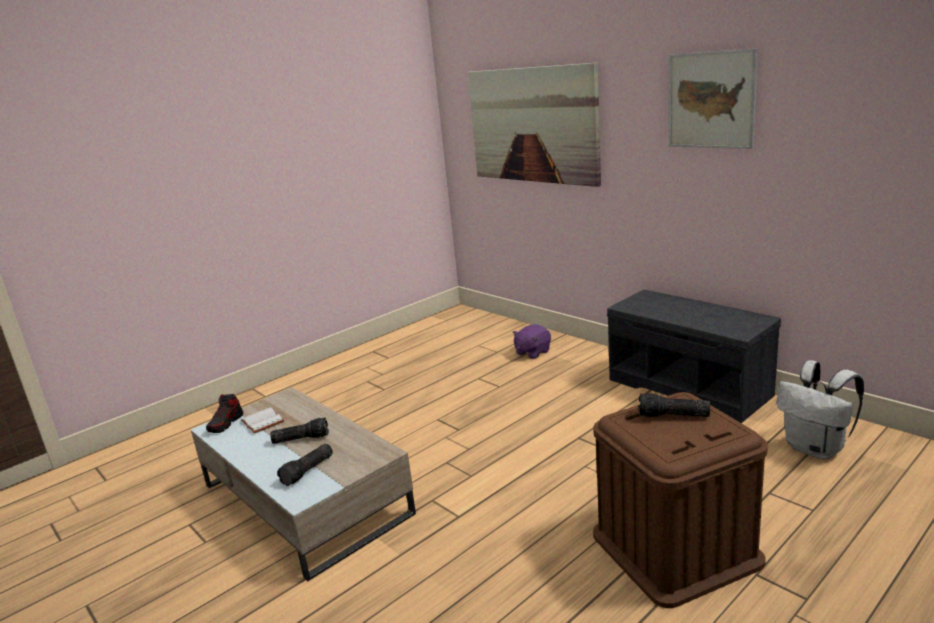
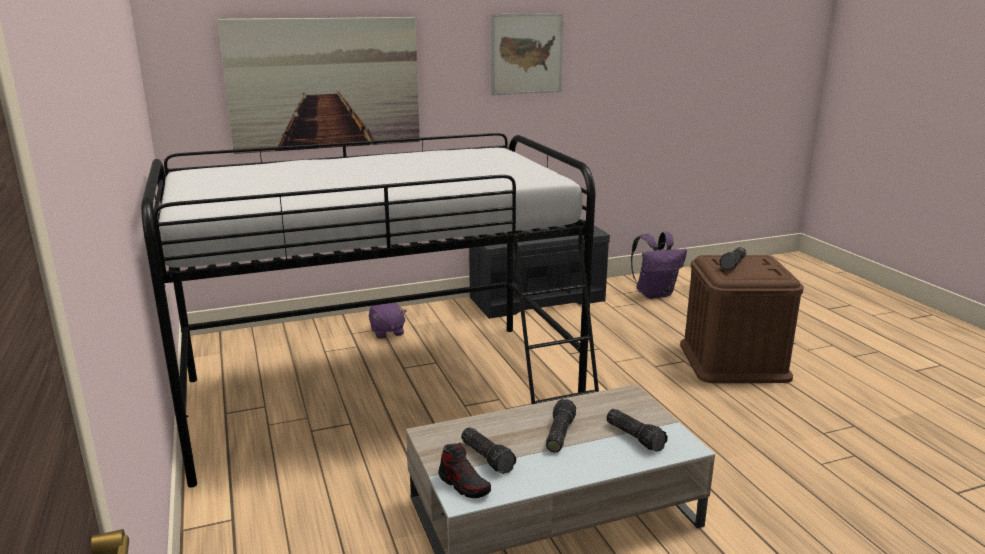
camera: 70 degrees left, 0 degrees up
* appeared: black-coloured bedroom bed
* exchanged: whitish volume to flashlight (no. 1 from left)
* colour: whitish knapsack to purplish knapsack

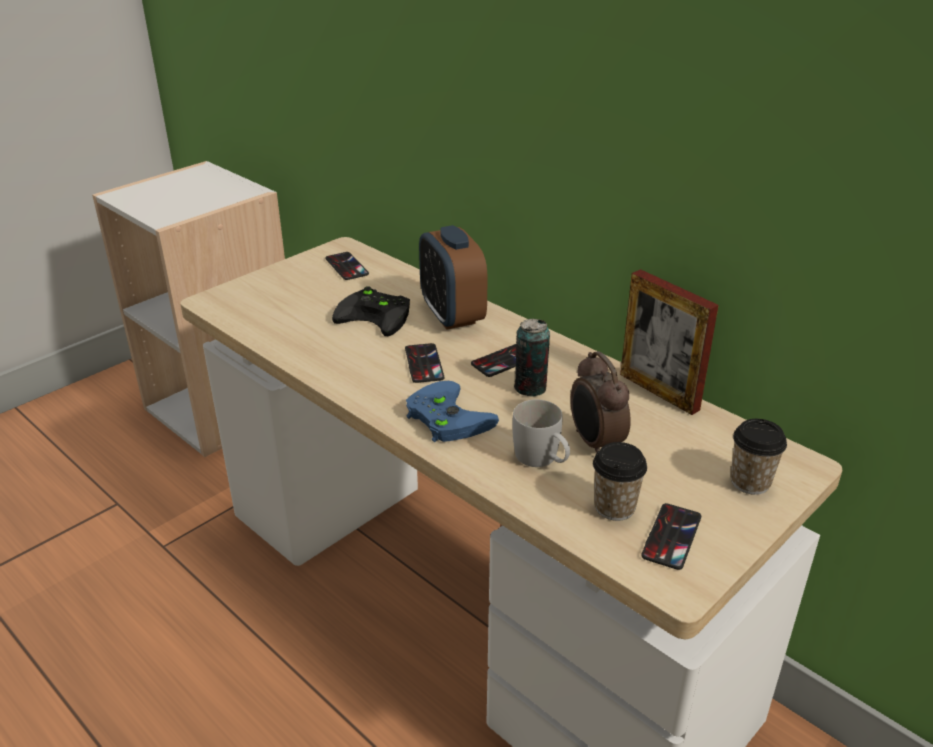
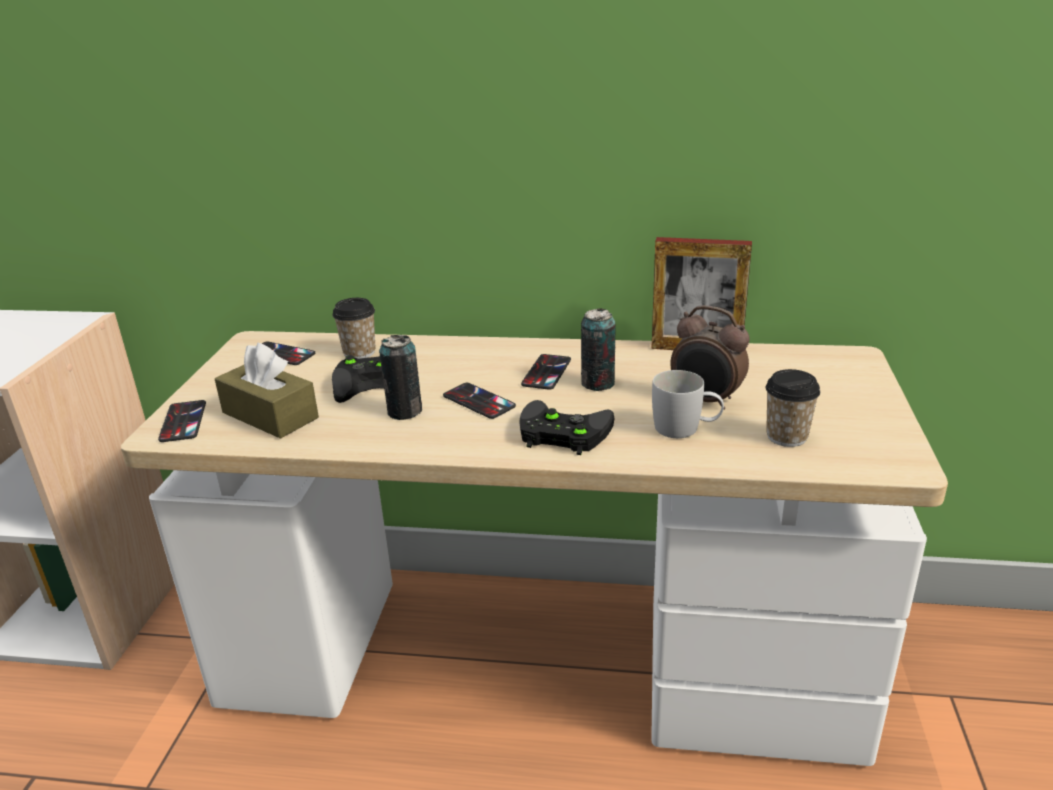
camera: 35 degrees left, 5 degrees down
* missing: table clock (no. 1 from left)
* appeared: brown tissue box
* appeared: sealed can (no. 1 from left)
* relocated: phone (no. 4 from left in the first image) to phone (no. 1 from left)
* relocated: small cup (no. 2 from left in the first image) to small cup (no. 1 from left)
* colour: blue-coloured gamepad to black-coloured gamepad (no. 2 from left)

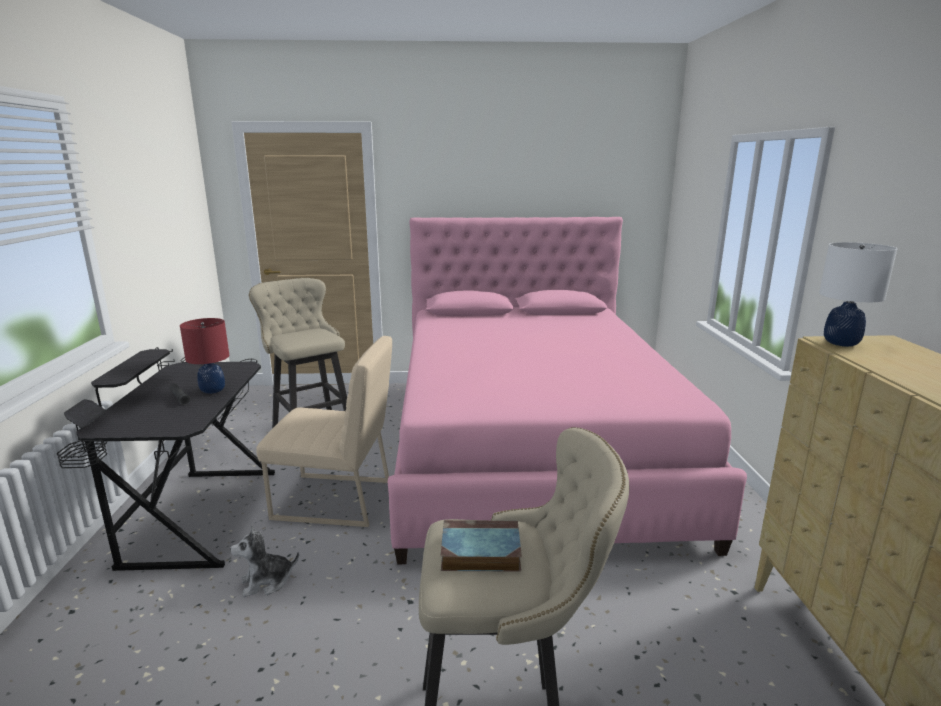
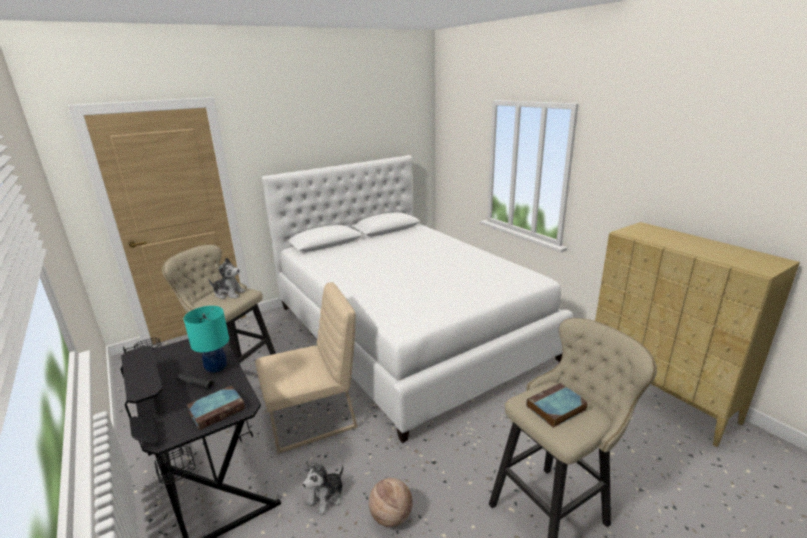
camera: 30 degrees left, 5 degrees up
* missing: whitish table lamp
* appeared: volume (no. 1 from left)
* appeared: plush toy (no. 1 from left)
* appeared: basketball ball
* colour: red table lamp to turquoise table lamp
* colour: pinkish bedroom bed to whitish bedroom bed

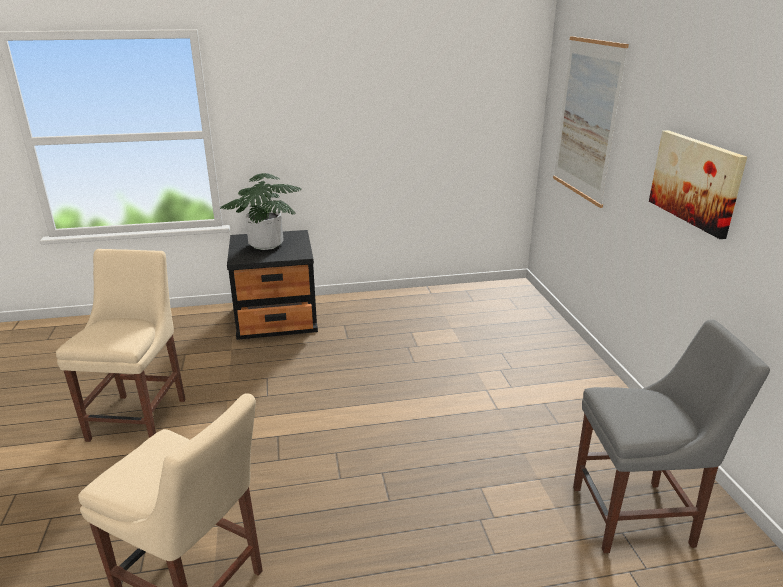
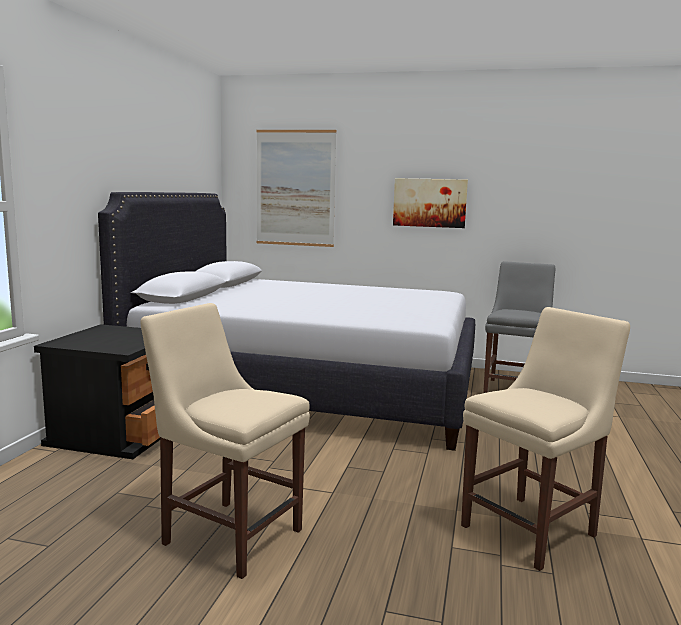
camera: 65 degrees left, 15 degrees down
* missing: houseplant
* appeared: whitish bedroom bed

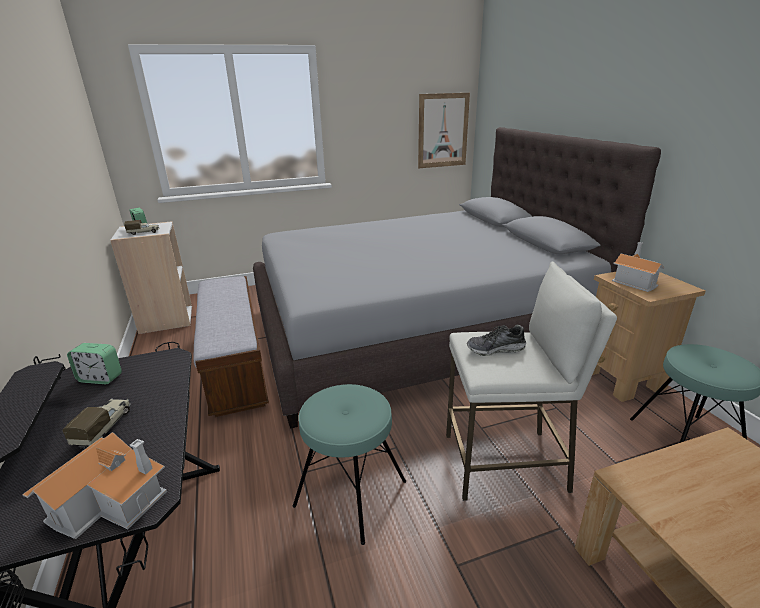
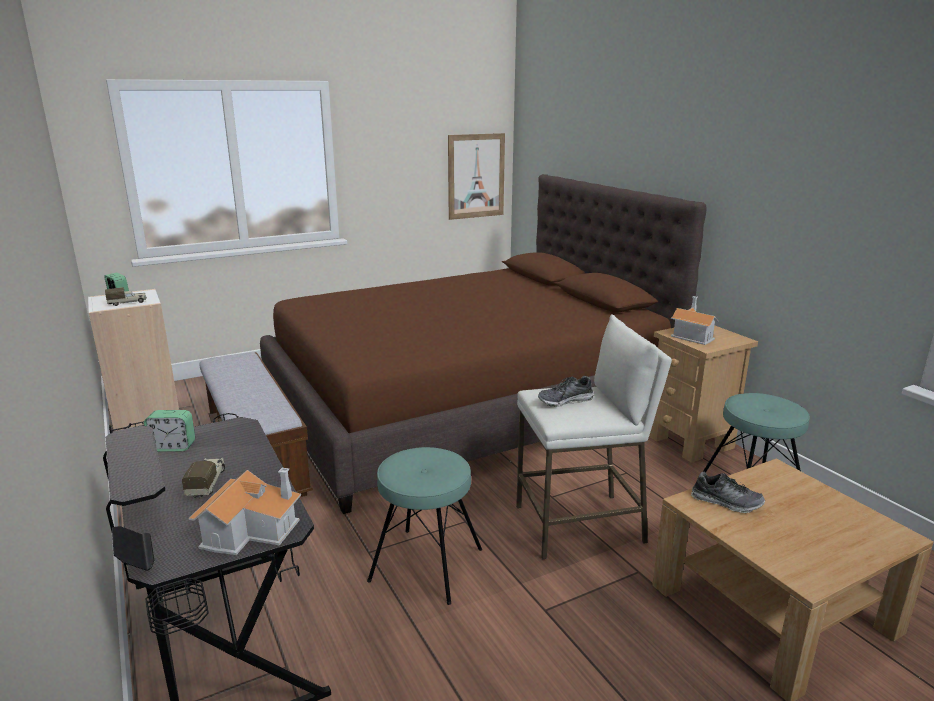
camera: 10 degrees left, 5 degrees down
* appeared: item of footwear (no. 2 from left)
* colour: greyish bedroom bed to brown bedroom bed

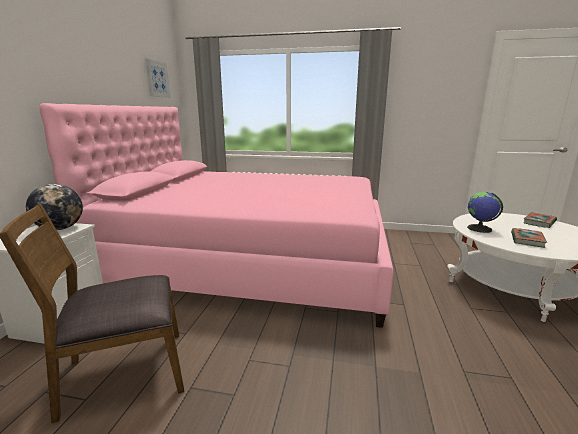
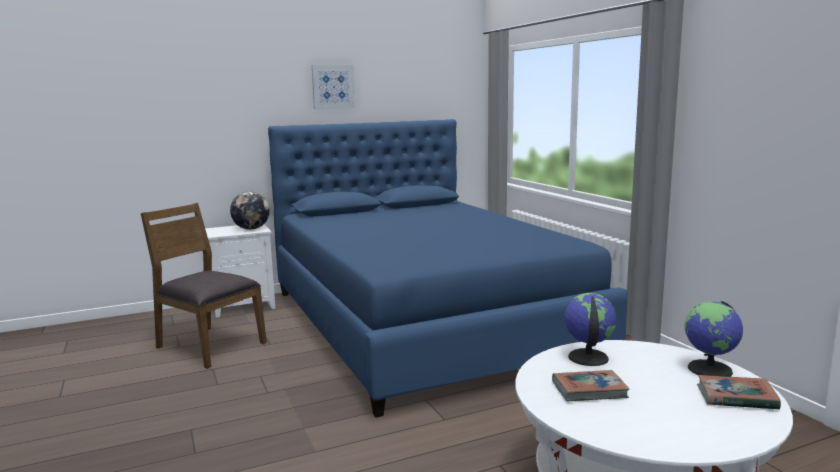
camera: 55 degrees right, 5 degrees down
* appeared: globe (no. 3 from left)
* relocated: wall picture
* colour: pinkish bedroom bed to blue-coloured bedroom bed

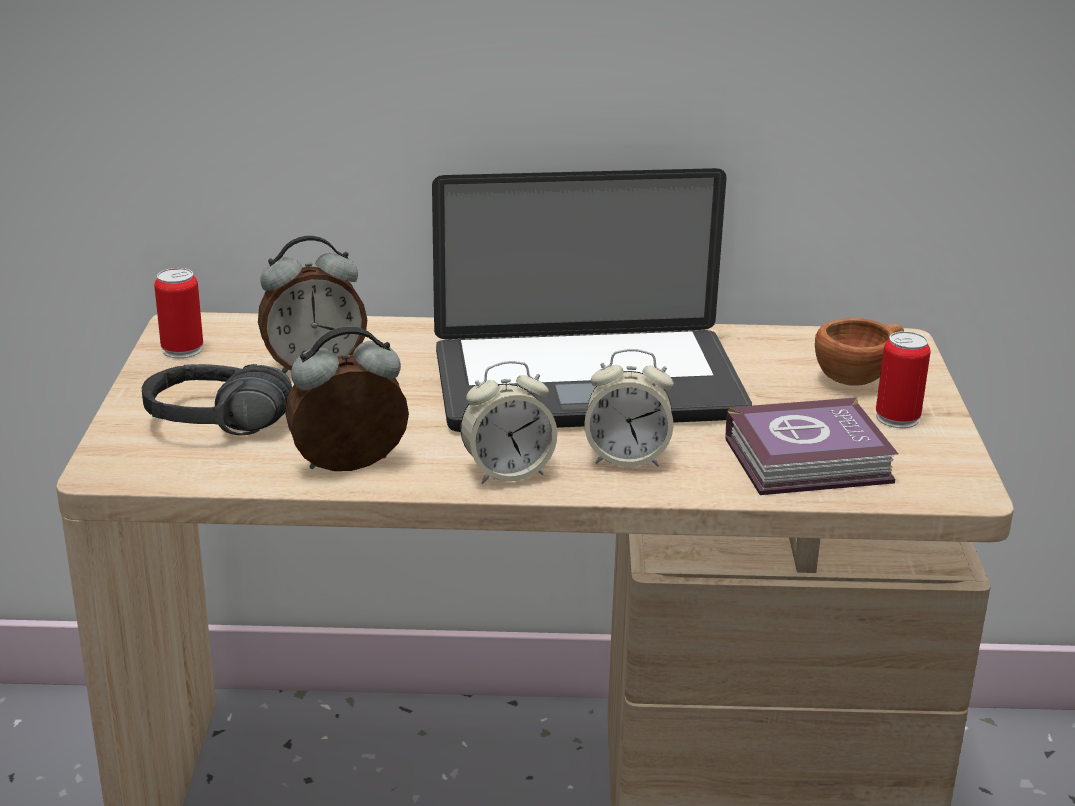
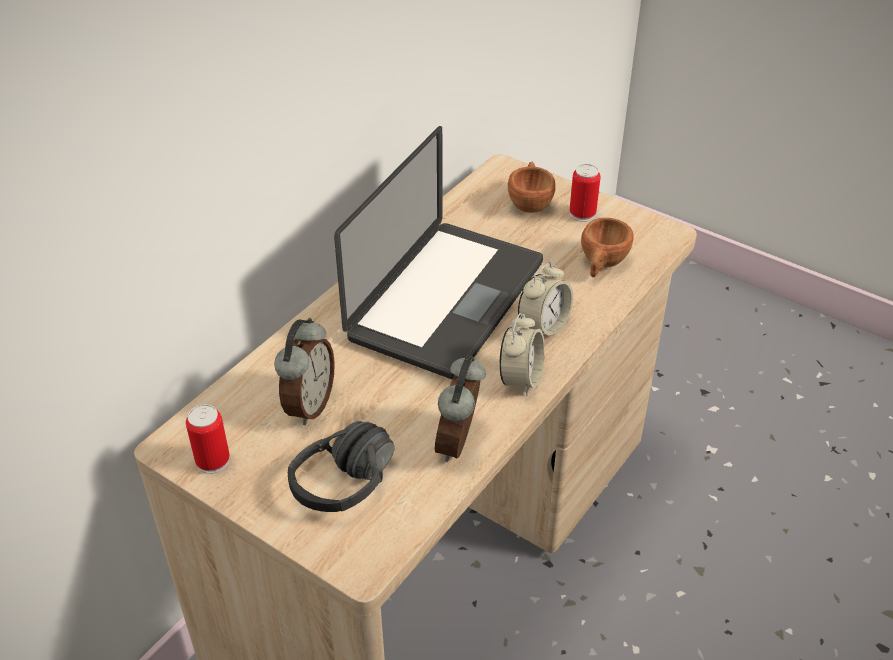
camera: 55 degrees left, 15 degrees up
* exchanged: volume to brown small cup (no. 2 from left)

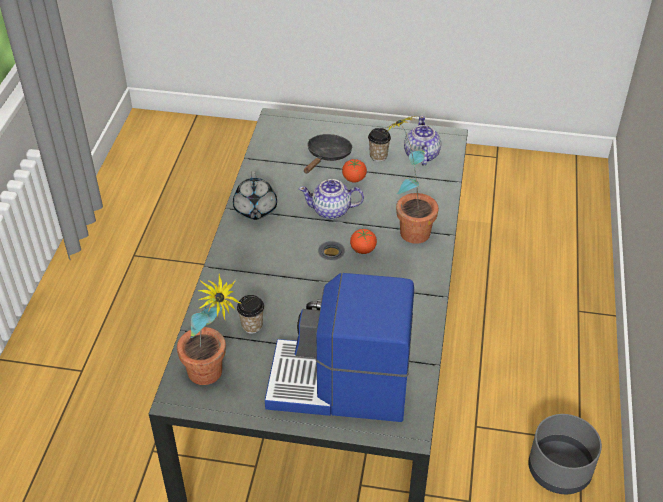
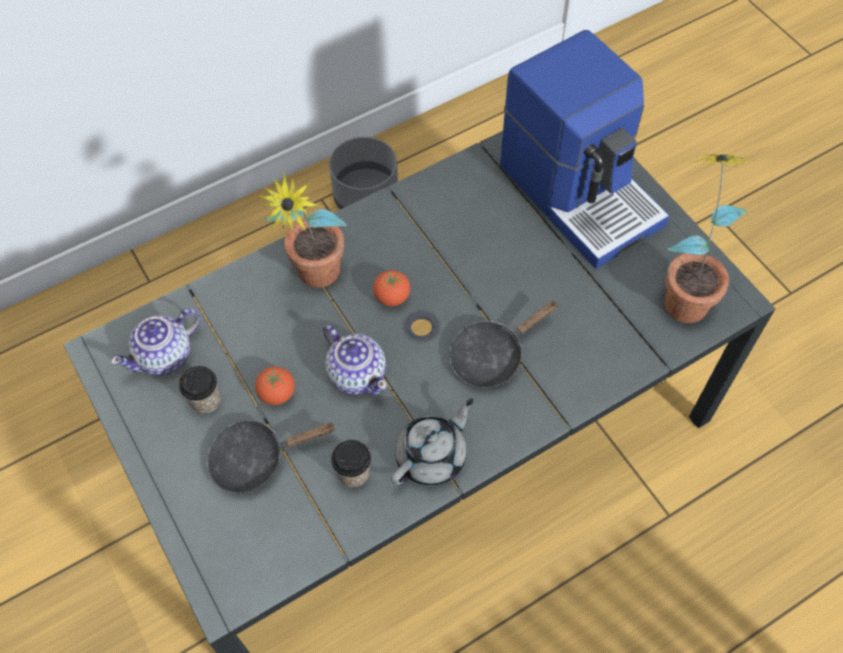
camera: 130 degrees left, 15 degrees up
* appeared: black-coloured pan (no. 2 from left)
* relocated: small cup (no. 1 from left in the first image) to small cup (no. 2 from left)

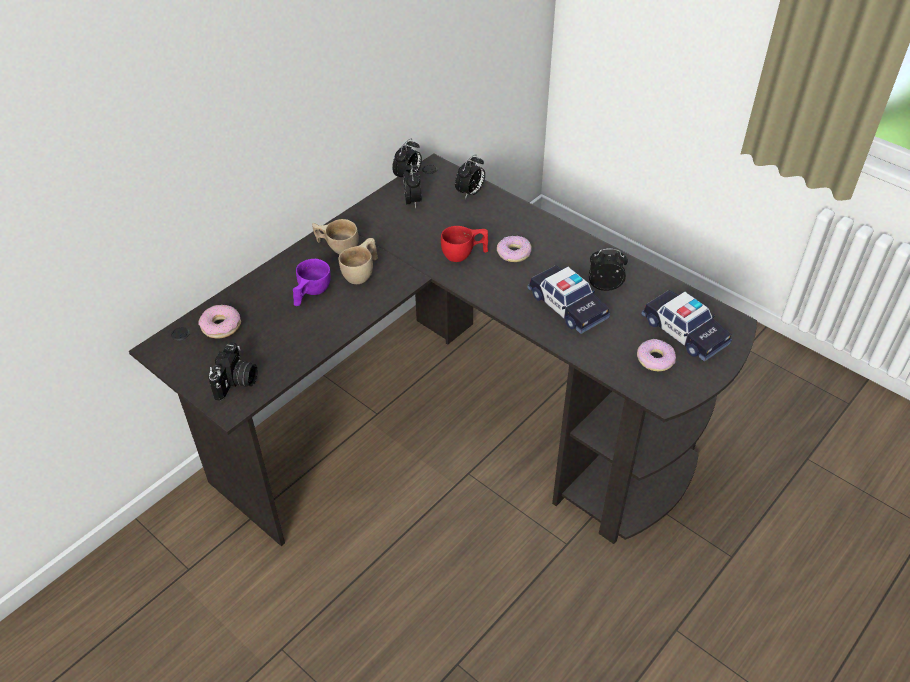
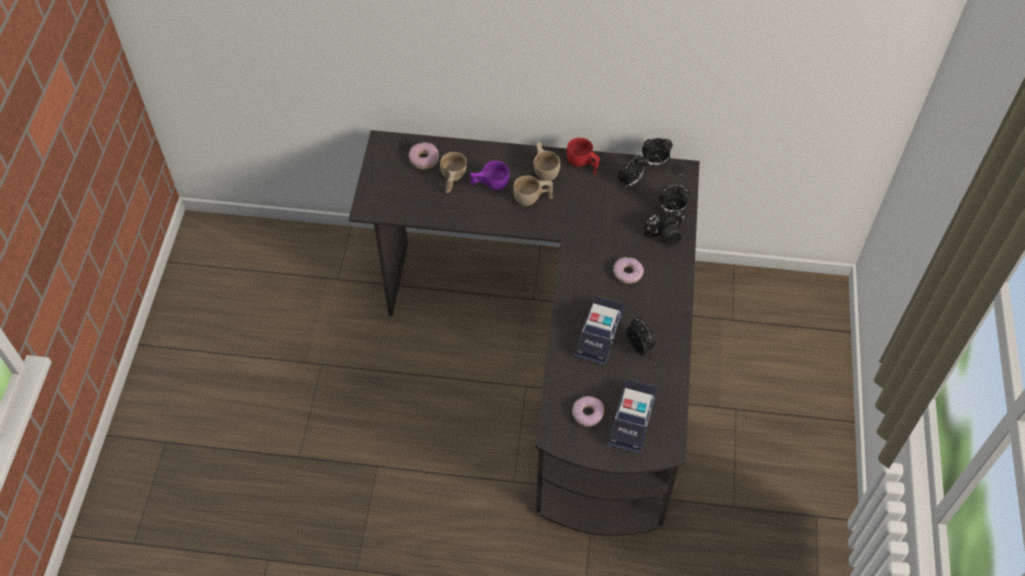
camera: 55 degrees right, 10 degrees up
* appeared: beige small cup (no. 1 from left)
* relocated: photo camera
* relocated: red small cup

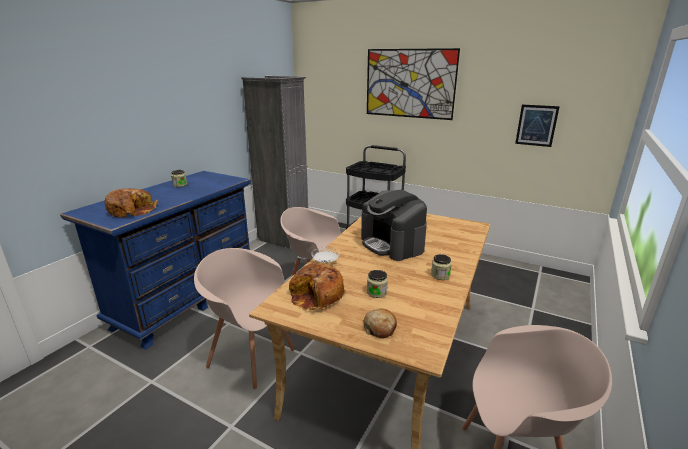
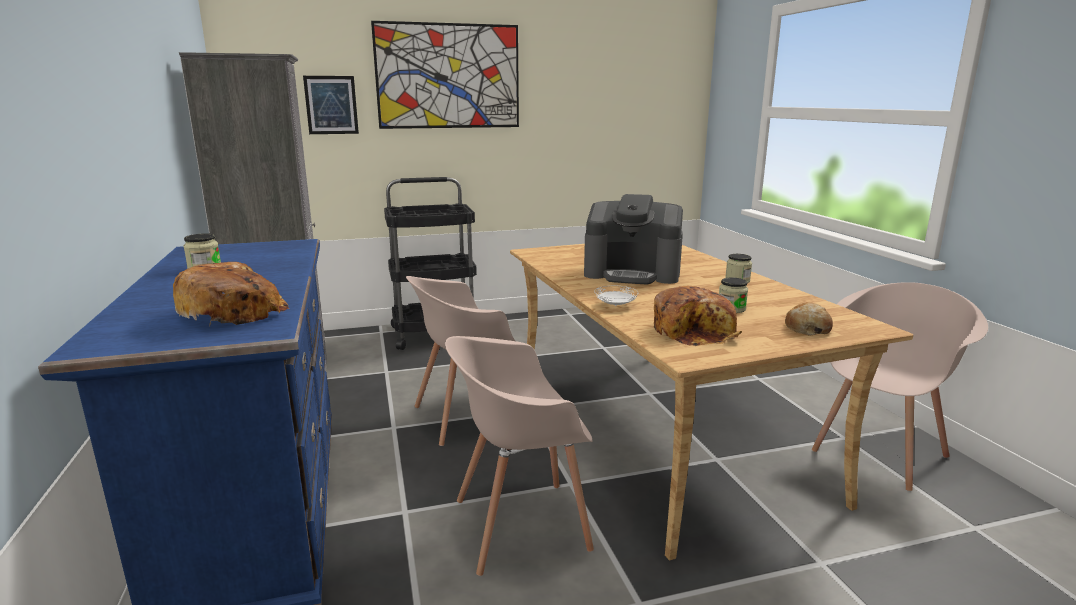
camera: 45 degrees left, 5 degrees down
* relocated: wall picture (no. 2 from left in the first image) to wall picture (no. 1 from left)

